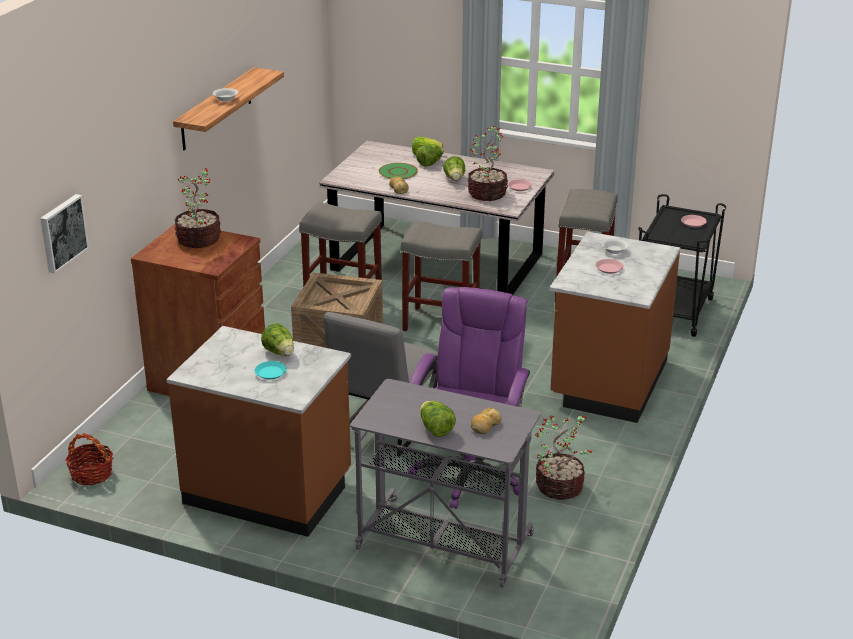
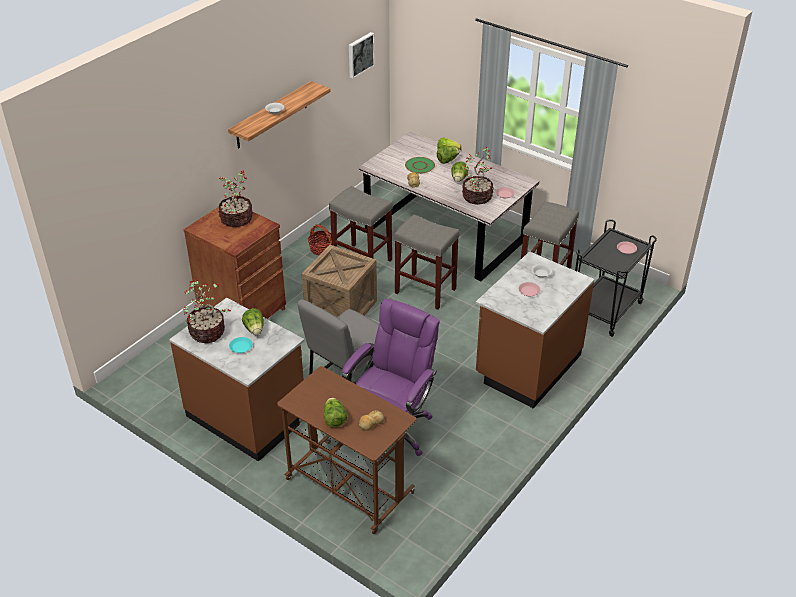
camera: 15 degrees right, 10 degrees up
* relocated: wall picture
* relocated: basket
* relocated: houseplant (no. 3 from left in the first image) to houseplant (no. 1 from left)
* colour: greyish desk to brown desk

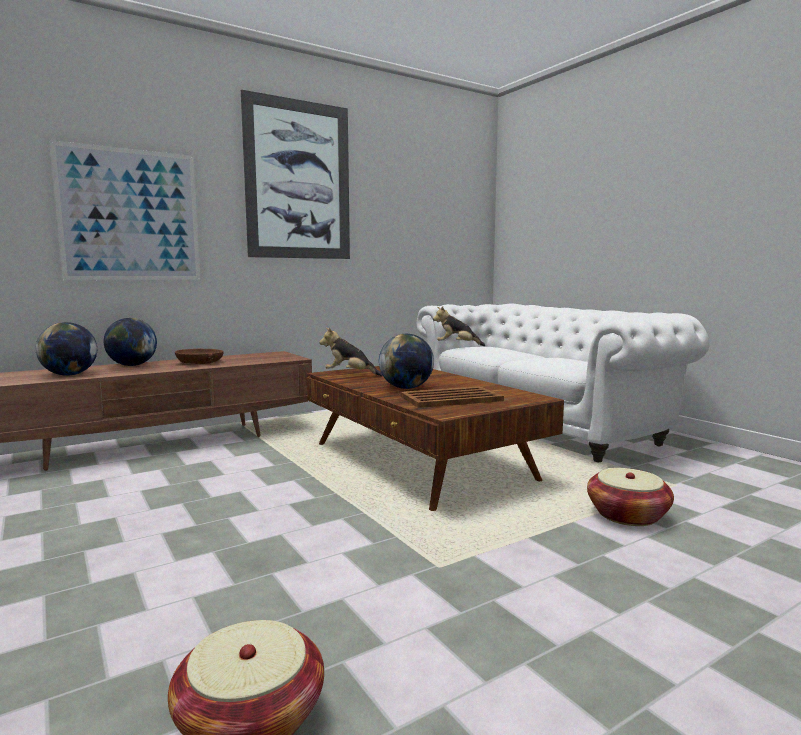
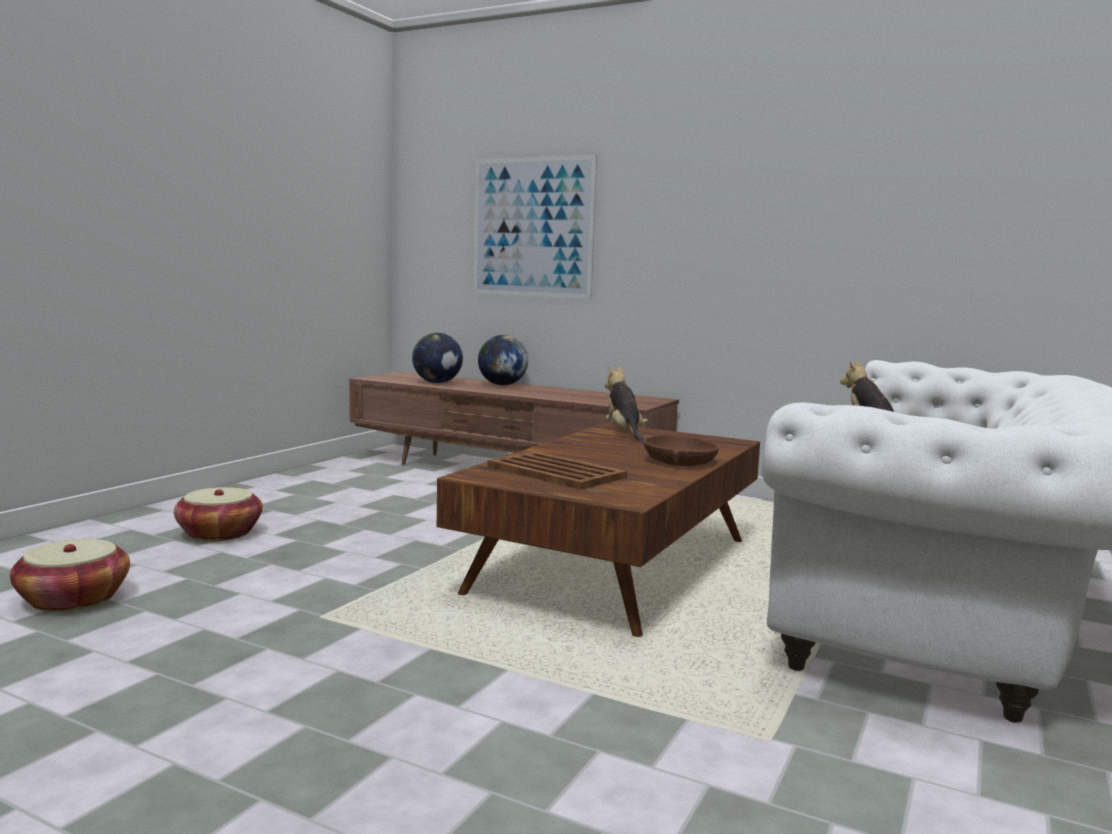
camera: 60 degrees right, 0 degrees up
* missing: wall picture (no. 2 from left)
* missing: globe (no. 3 from left)
* relocated: brown serving bowl
* relocated: basket (no. 2 from left)

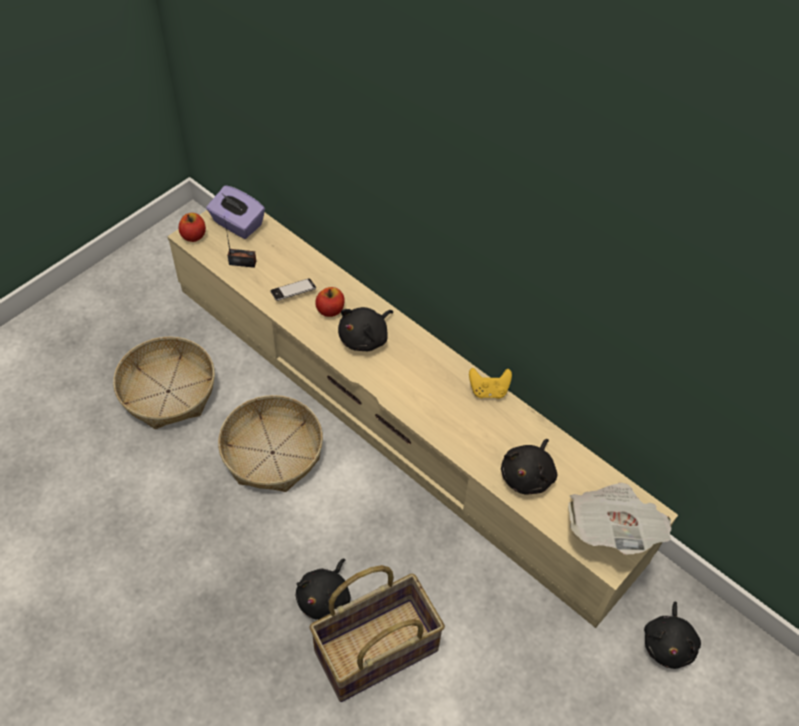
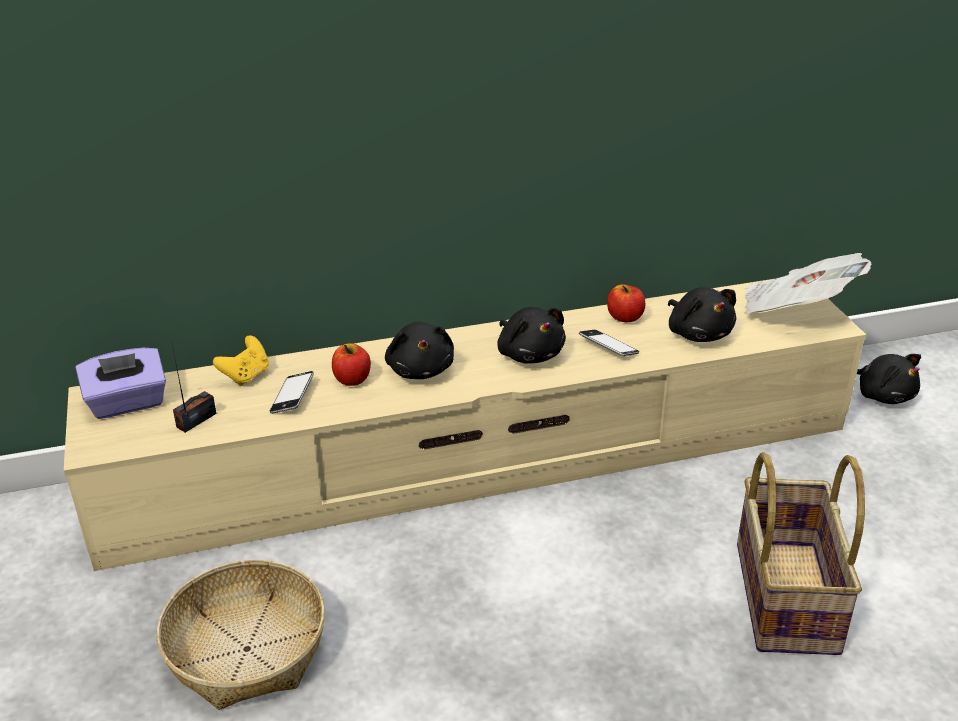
camera: 55 degrees left, 20 degrees down
* missing: basket (no. 2 from left)
* appeared: phone (no. 2 from left)
* relocated: apple (no. 1 from left in the first image) to apple (no. 2 from left)
* relocated: black-coloured plush toy (no. 1 from left in the first image) to black-coloured plush toy (no. 2 from left)
* relocated: yellow gamepad

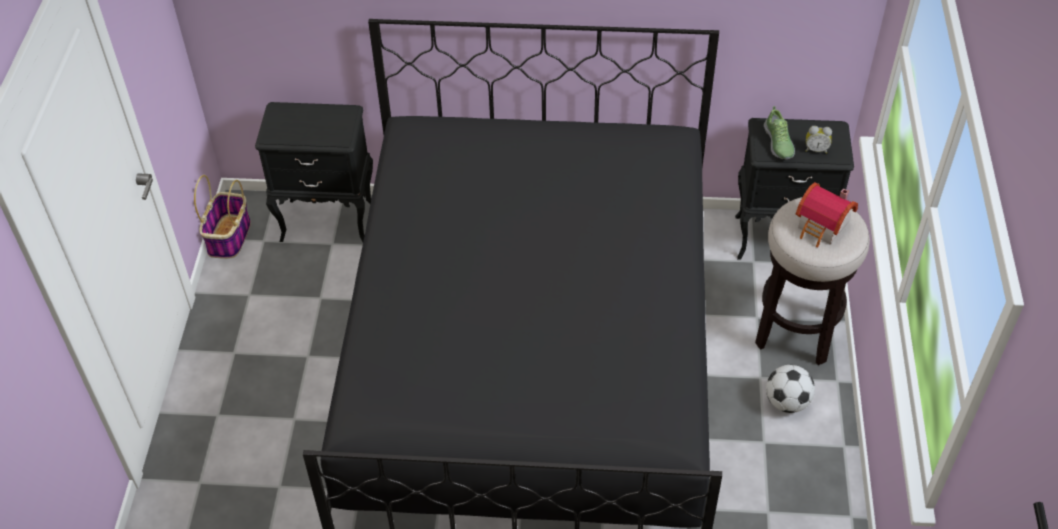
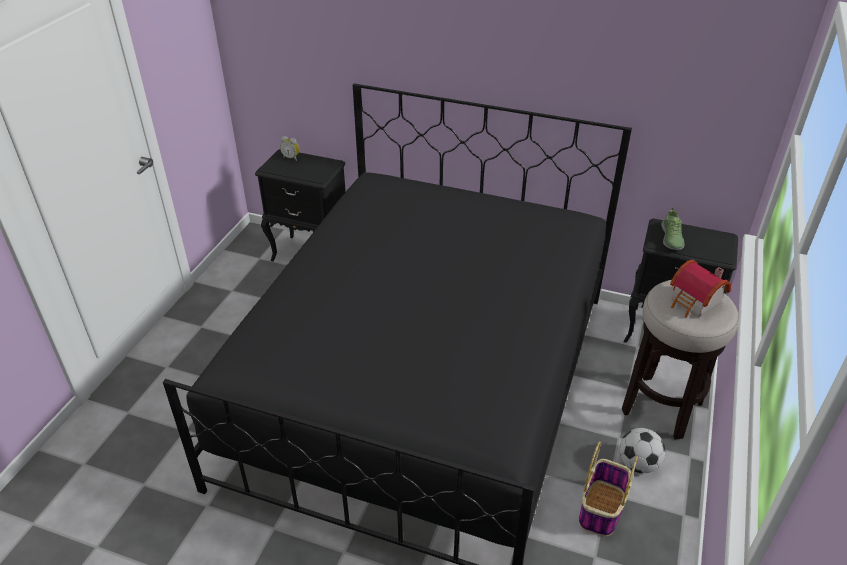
camera: 15 degrees right, 10 degrees down
* relocated: basket
* relocated: table clock

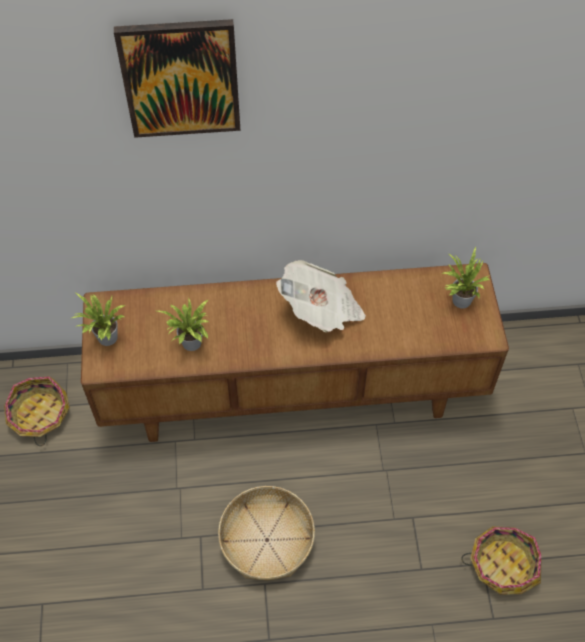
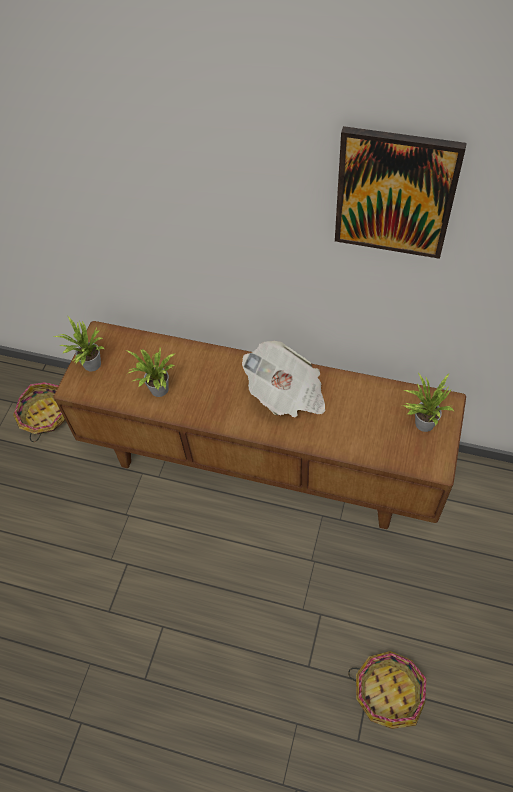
camera: 25 degrees right, 0 degrees up
* missing: basket (no. 2 from left)
* relocated: wall picture

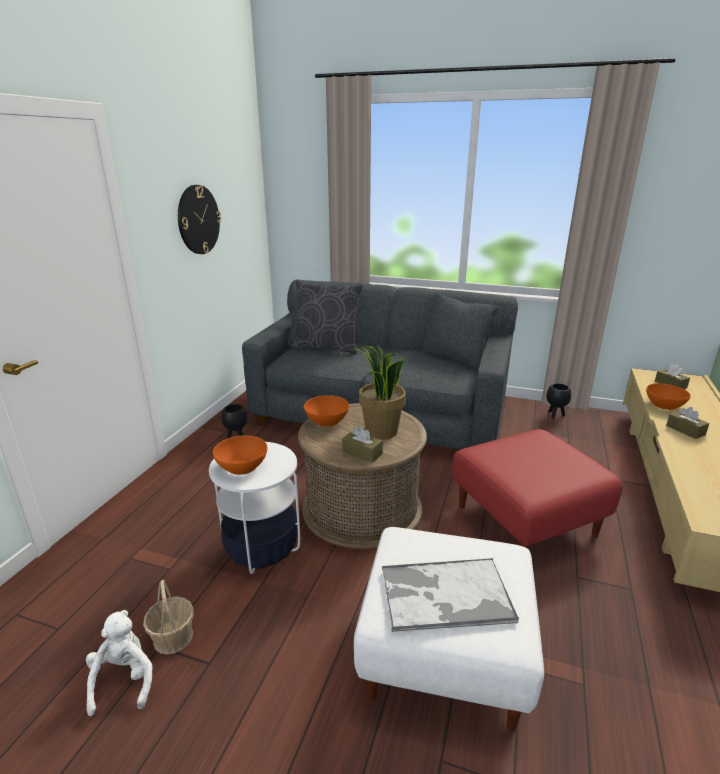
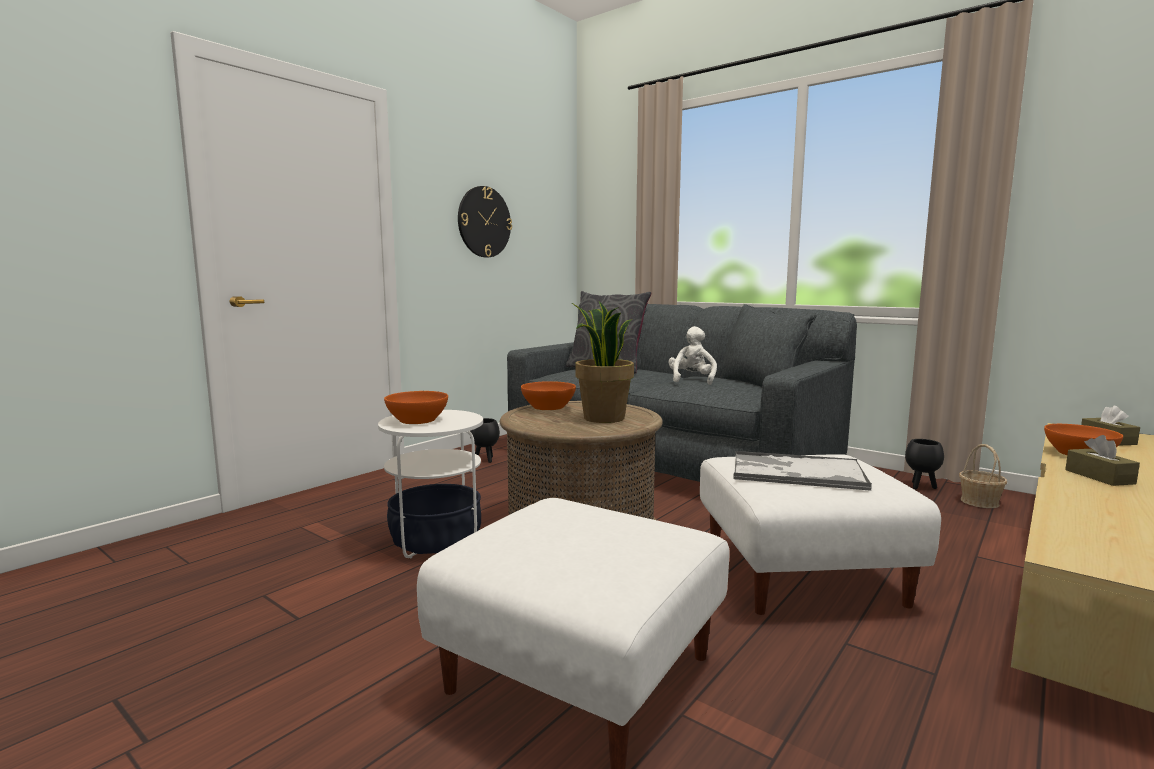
camera: 20 degrees right, 15 degrees down
* missing: brown tissue box (no. 1 from left)
* relocated: whitish plush toy
* relocated: basket
* relocated: carrying tray
* colour: red pouffe to whitish pouffe (no. 2 from left)

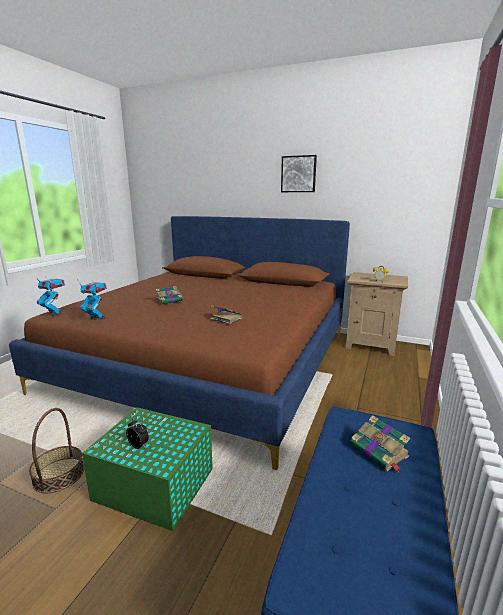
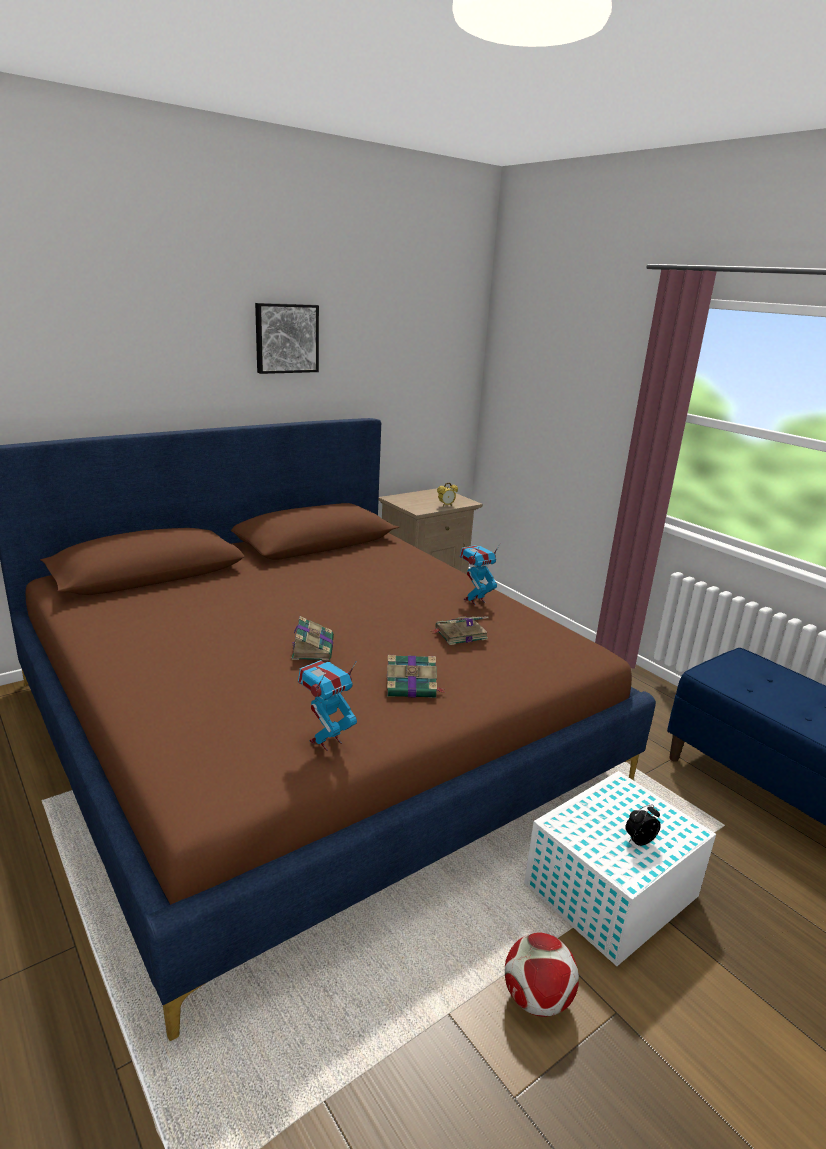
camera: 60 degrees left, 5 degrees up
* relocated: toy robot (no. 1 from left in the first image) to toy robot (no. 2 from left)
* relocated: volume (no. 3 from left in the first image) to volume (no. 2 from left)
* exchanged: basket to football ball
* colour: green-coloured storage box to whitish storage box

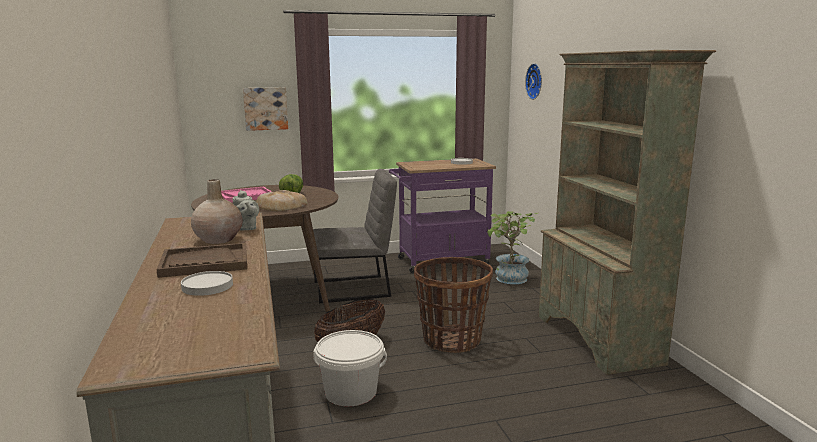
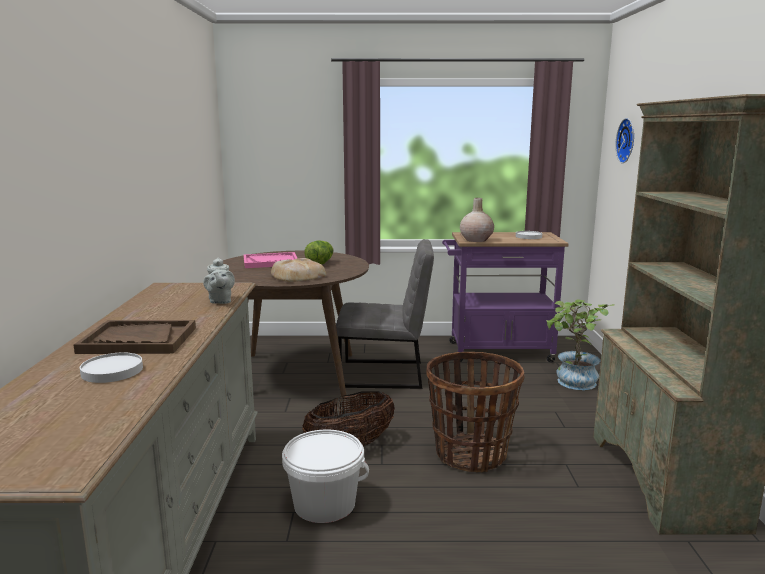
camera: 15 degrees right, 0 degrees up
* missing: wall picture
* relocated: beige decorative vase

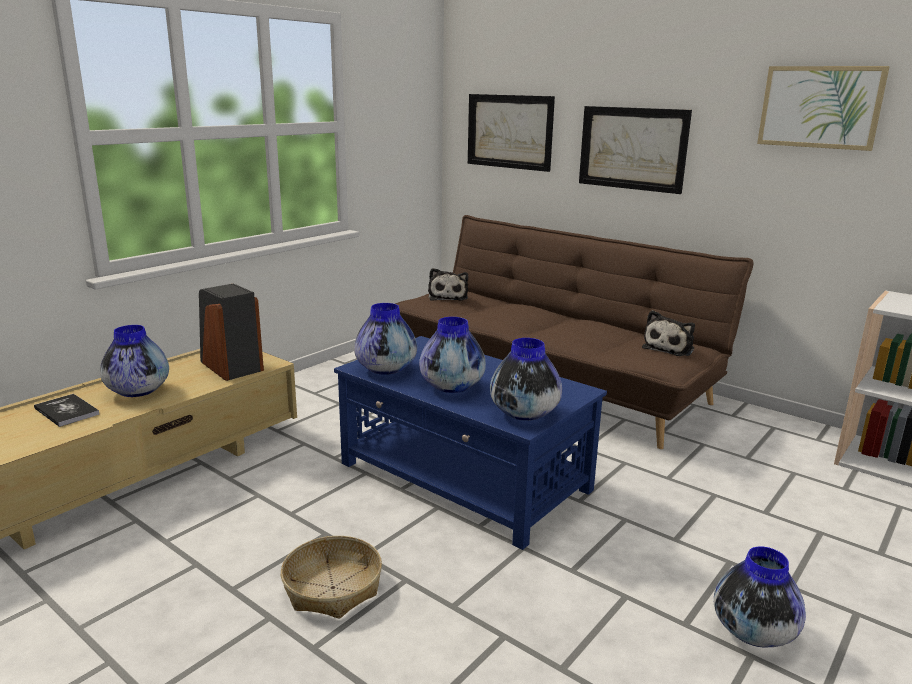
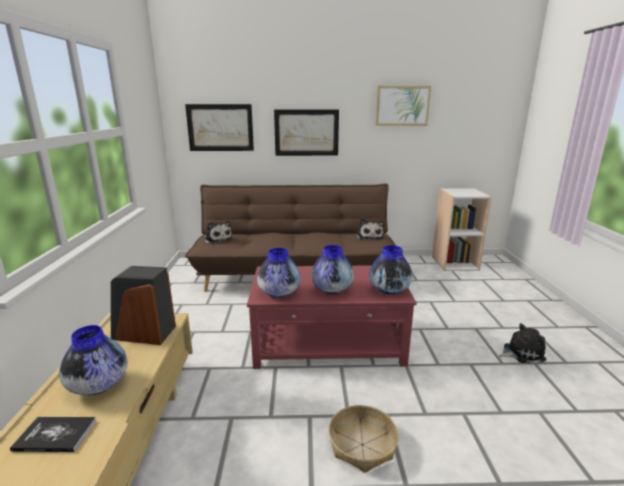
camera: 40 degrees left, 0 degrees up
* exchanged: decorative vase (no. 5 from left) to plush toy (no. 3 from left)
* colour: blue-coloured lounge table to red lounge table

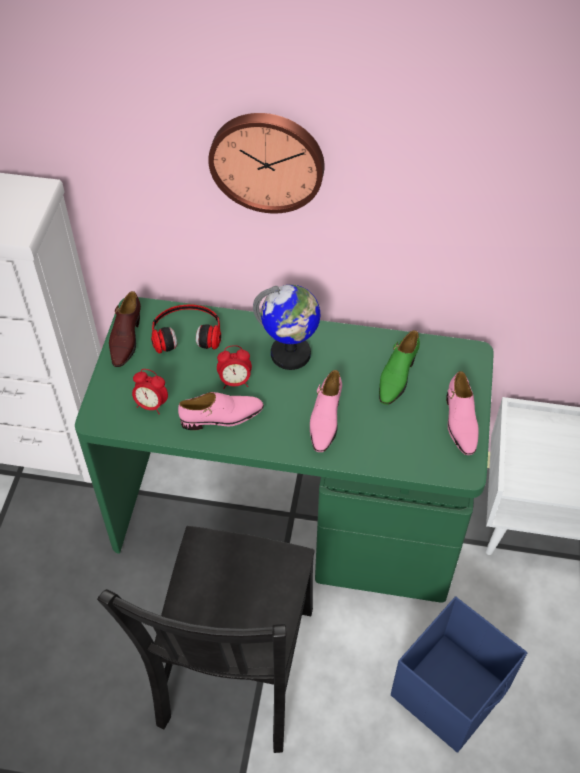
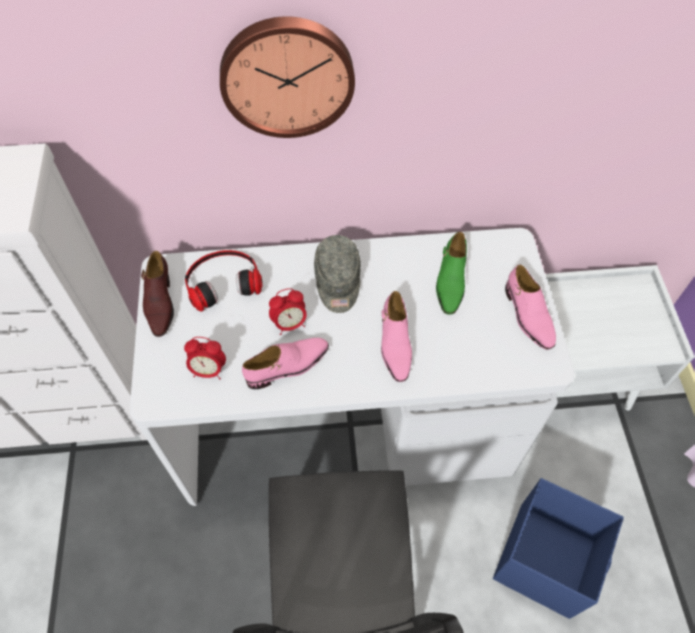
camera: 15 degrees left, 5 degrees up
* exchanged: globe to greyish peaked cap
* colour: green-coloured desk to whitish desk

